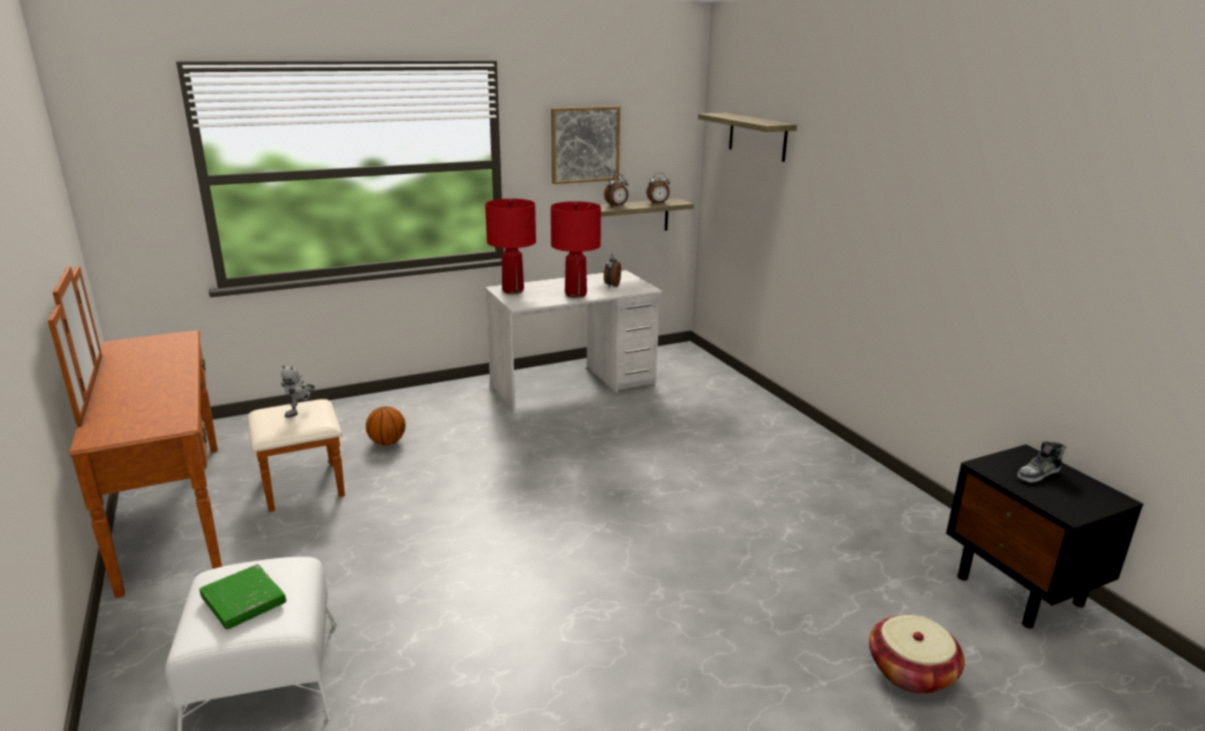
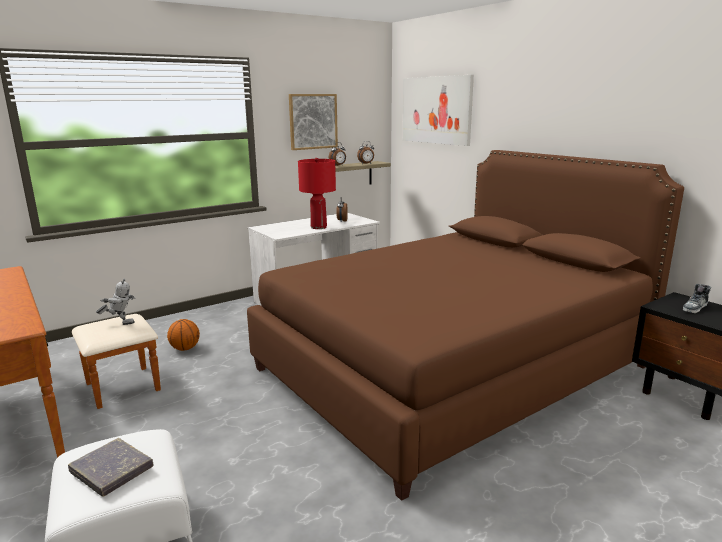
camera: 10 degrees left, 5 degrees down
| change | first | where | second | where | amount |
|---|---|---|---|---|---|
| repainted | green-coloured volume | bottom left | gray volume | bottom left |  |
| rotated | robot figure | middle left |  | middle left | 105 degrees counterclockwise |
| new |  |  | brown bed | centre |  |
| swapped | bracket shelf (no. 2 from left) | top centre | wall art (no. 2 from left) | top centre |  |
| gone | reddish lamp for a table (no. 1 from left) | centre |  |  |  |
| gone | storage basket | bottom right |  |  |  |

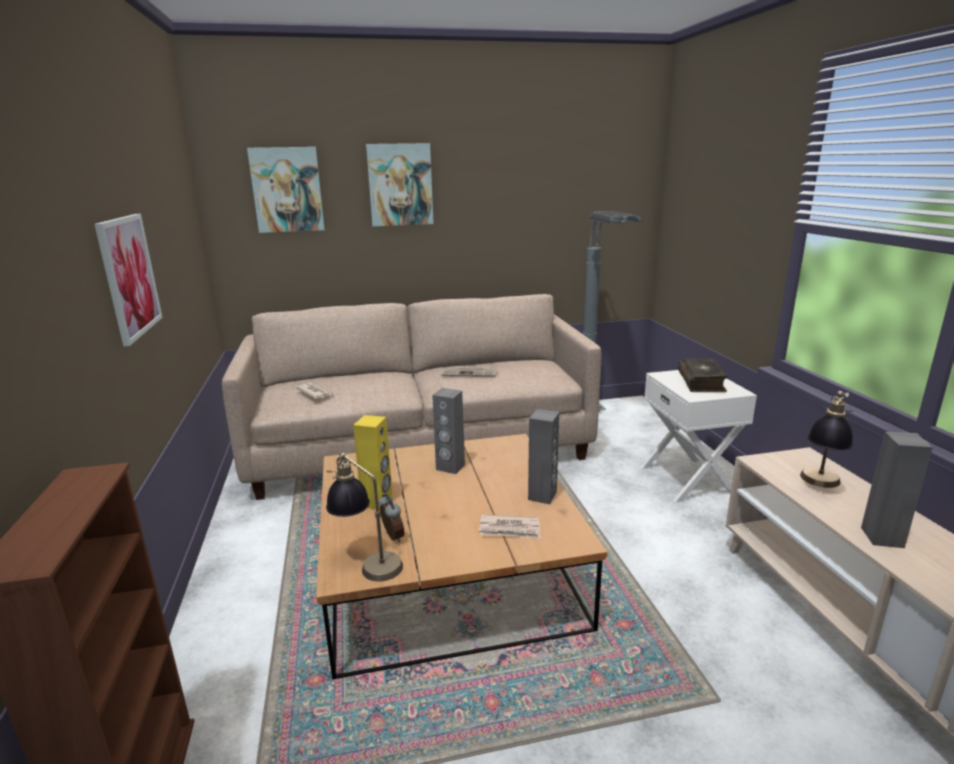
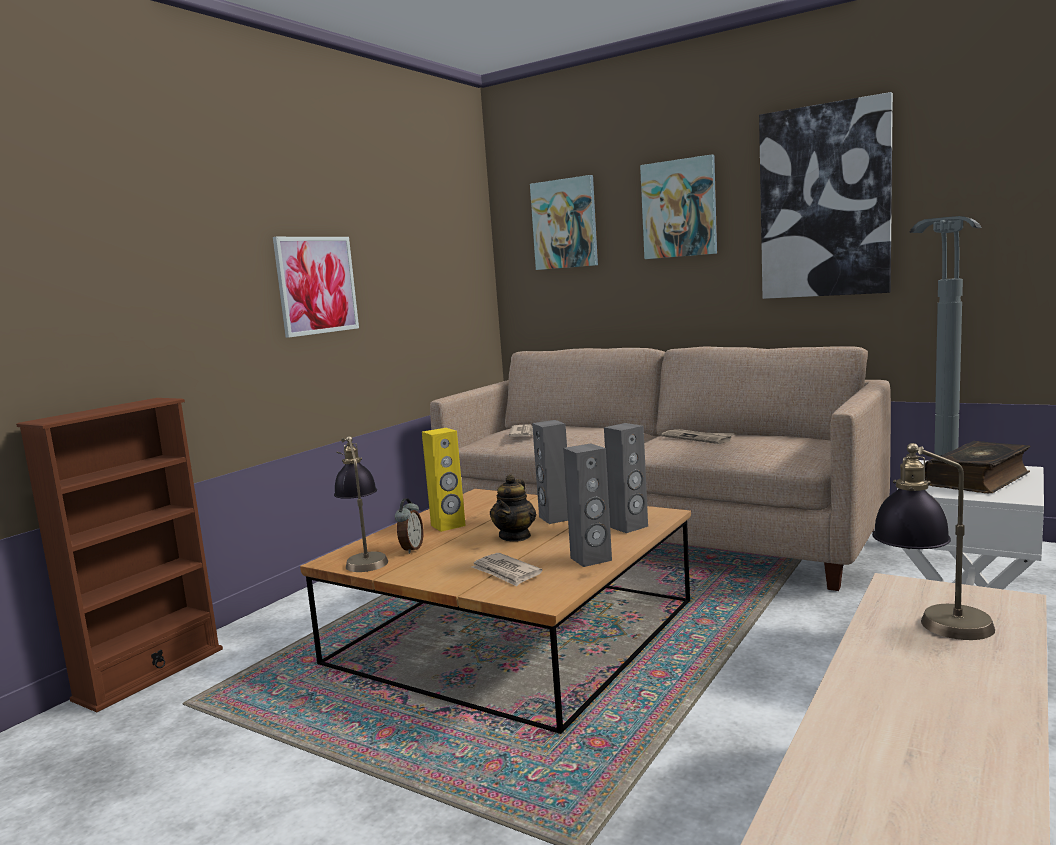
camera: 45 degrees right, 10 degrees down
| change | first | where | second | where | amount |
|---|---|---|---|---|---|
| new |  |  | teapot | centre |  |
| shifted | gray audio speaker (no. 3 from left) | middle right |  | centre |  |
| new |  |  | wall art (no. 4 from left) | top right |  |

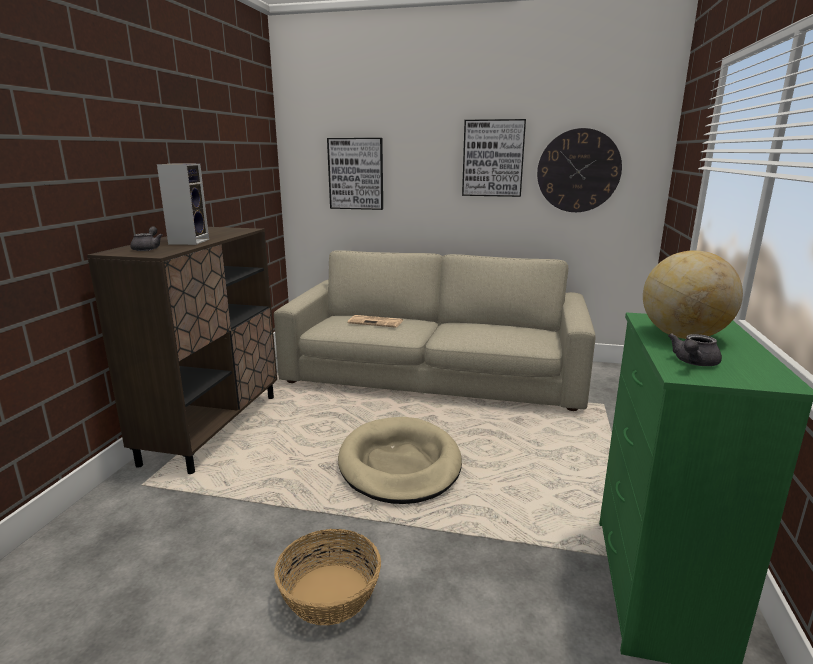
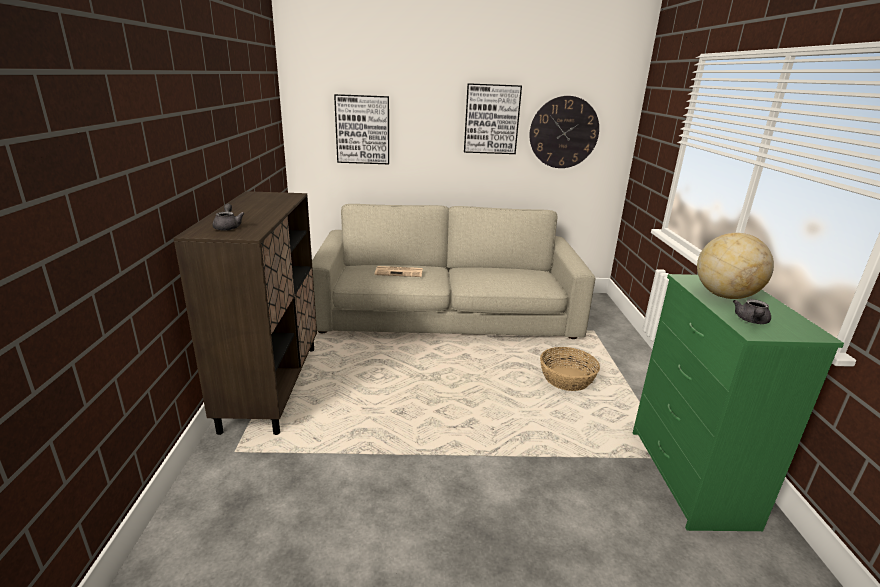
camera: 15 degrees left, 5 degrees up
| change | first | where | second | where | amount |
|---|---|---|---|---|---|
| shifted | storage basket | bottom centre |  | centre |  |
| gone | audio speaker | top left |  |  |  |
| gone | beige-coloured dog bed | bottom centre |  |  |  |

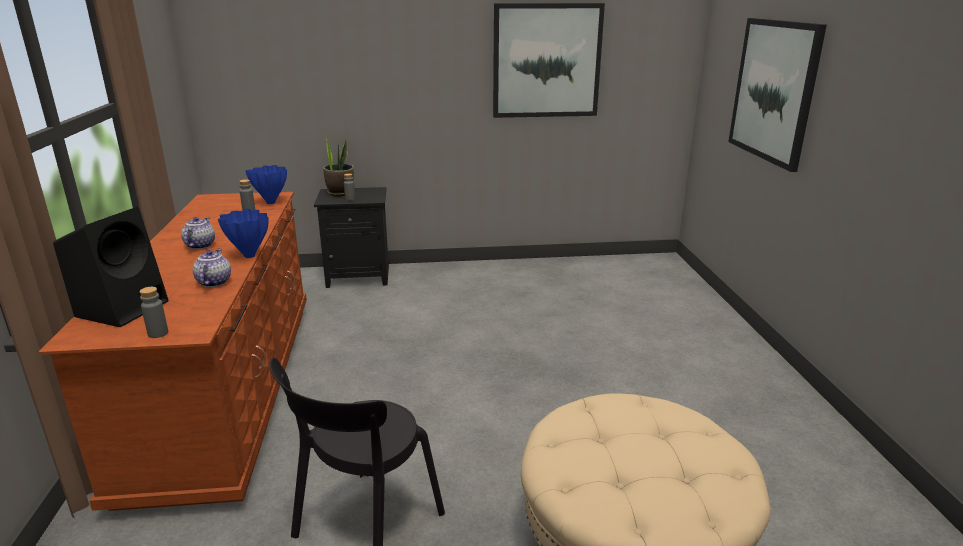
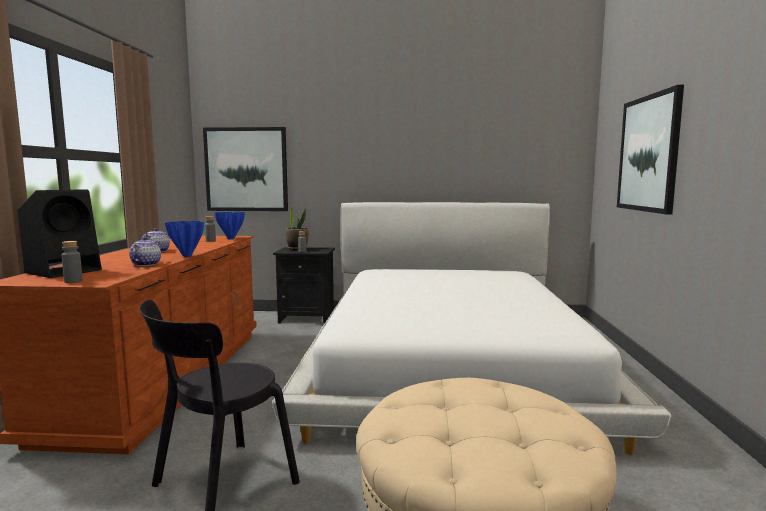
camera: 10 degrees right, 15 degrees down
| change | first | where | second | where | amount |
|---|---|---|---|---|---|
| shifted | wall art (no. 1 from left) | top centre |  | top left |  |
| new |  |  | white bed | centre |  |

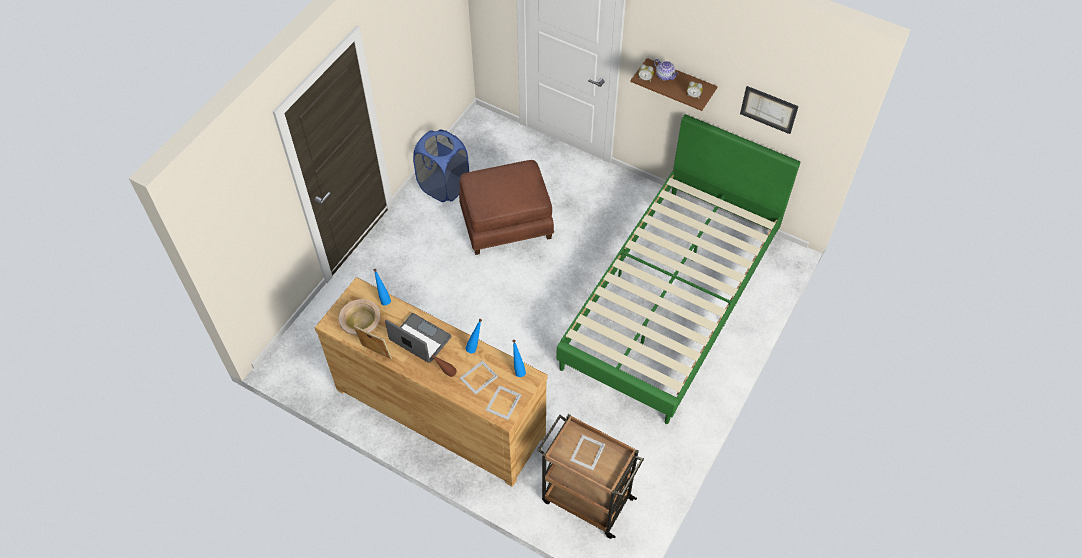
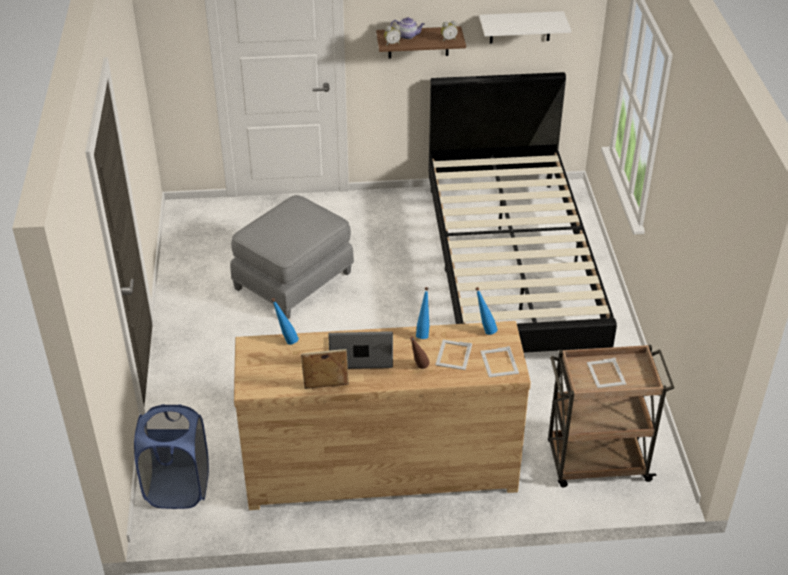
camera: 35 degrees left, 15 degrees down
| change | first | where | second | where | amount |
|---|---|---|---|---|---|
| shifted | bluish hamper | top centre |  | bottom left |  |
| repainted | brown pouffe | centre | gray pouffe | centre |  |
| repainted | green-coloured bed | centre | black bed | centre |  |
| swapped | wall art | top right | white bracket shelf | top centre |  |
| gone | beige-coloured bowl | middle left |  |  |  |

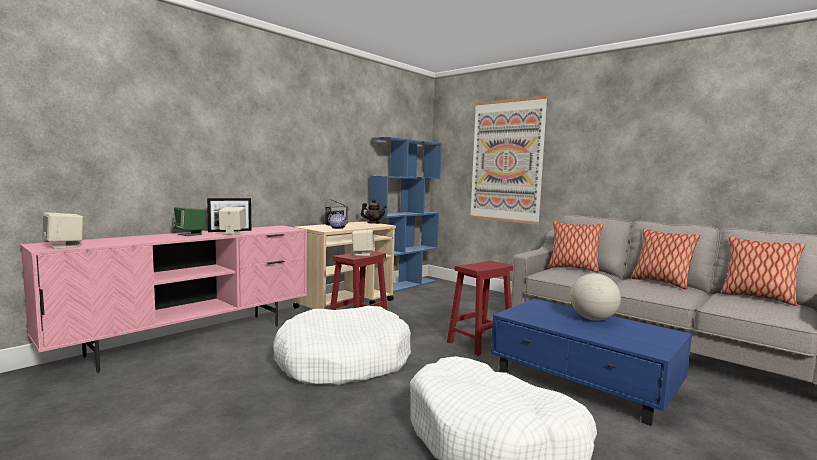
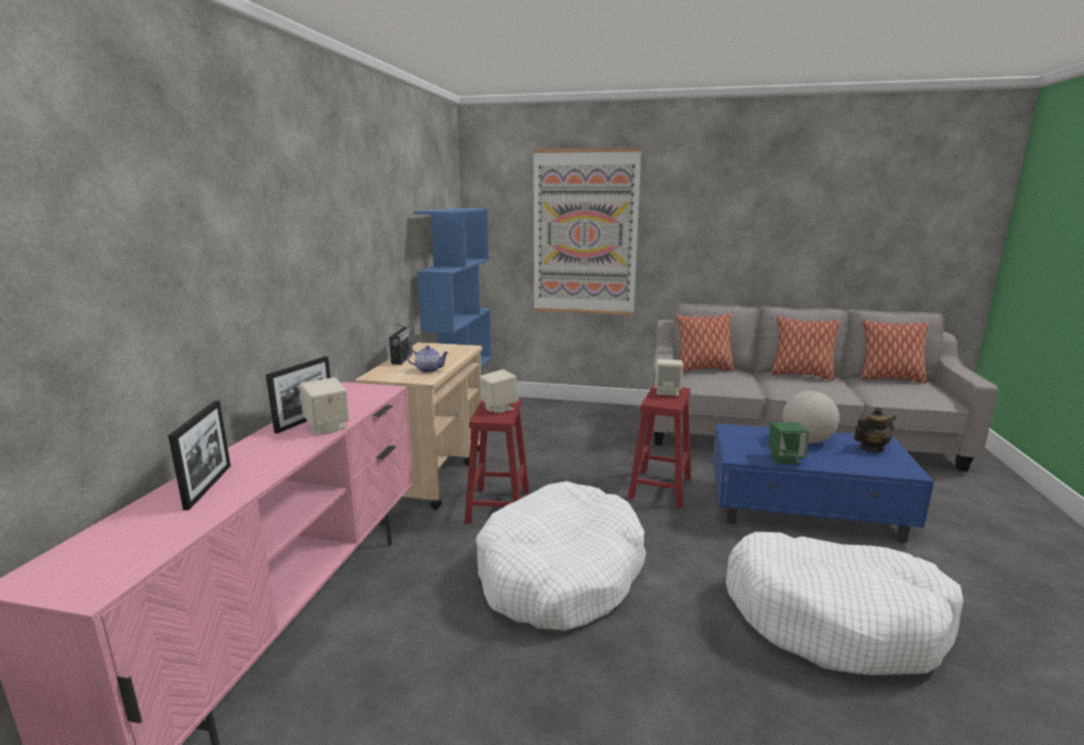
camera: 30 degrees left, 10 degrees up
| change | first | where | second | where | amount |
|---|---|---|---|---|---|
| new |  |  | picture frame (no. 1 from left) | middle left |  |
| shifted | beige-coloured audio speaker (no. 1 from left in the first image) | middle left | beige-coloured audio speaker (no. 3 from left) | centre |  |
| shifted | green-coloured audio speaker | middle left |  | middle right |  |
| shifted | teapot (no. 2 from left) | centre |  | middle right |  |

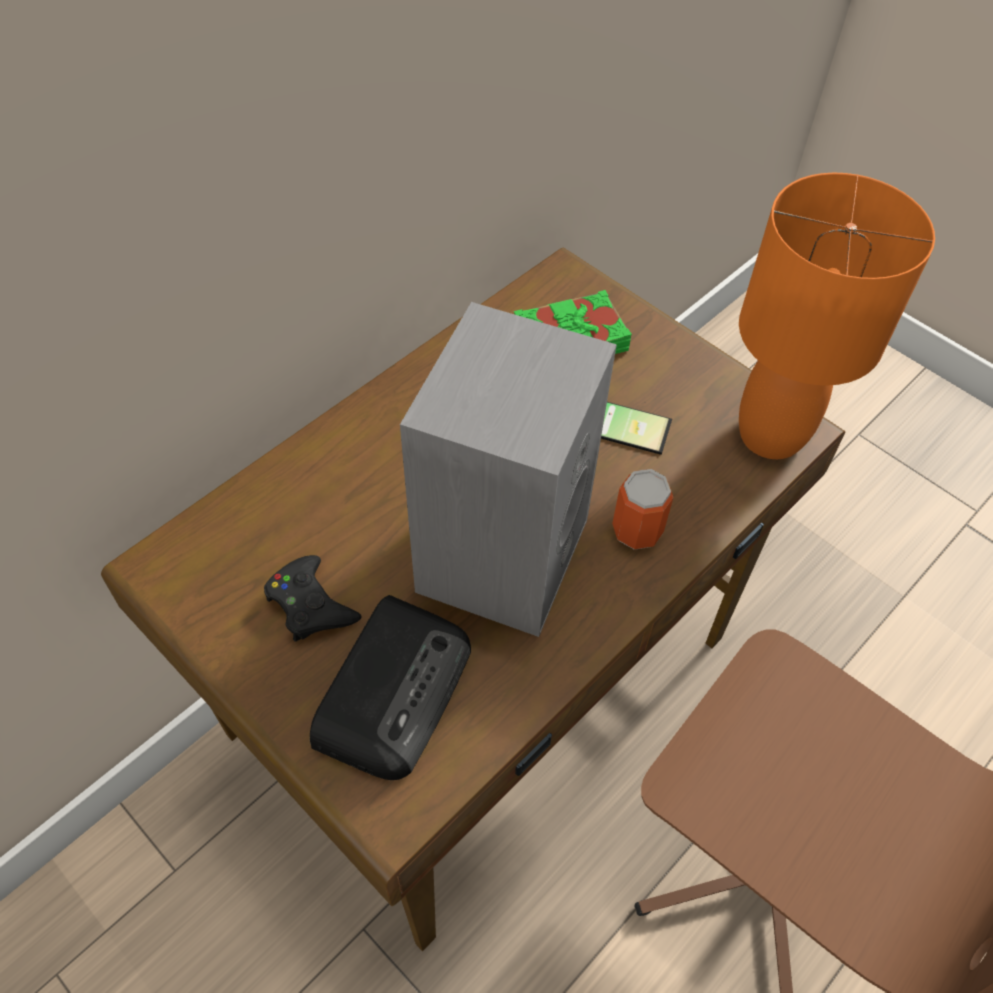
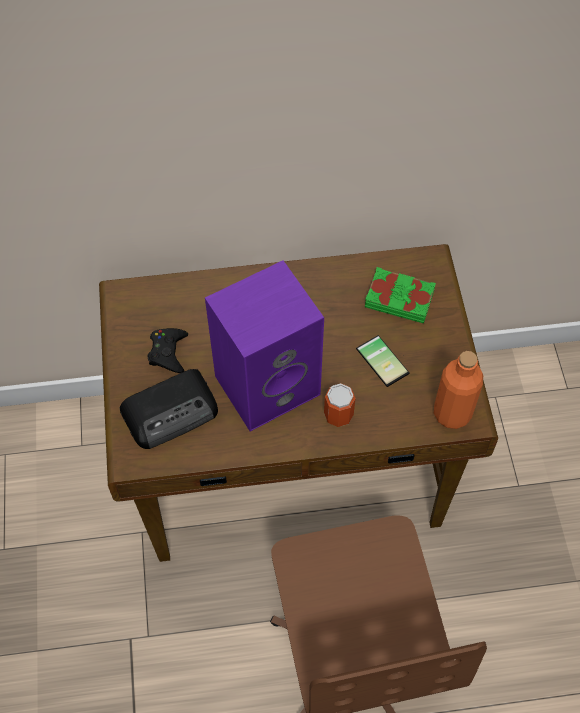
camera: 40 degrees right, 5 degrees up
| change | first | where | second | where | amount |
|---|---|---|---|---|---|
| repainted | gray audio speaker | centre | purple audio speaker | centre |  |
| swapped | orange lamp for a table | top right | orange drink bottle | middle right |  |

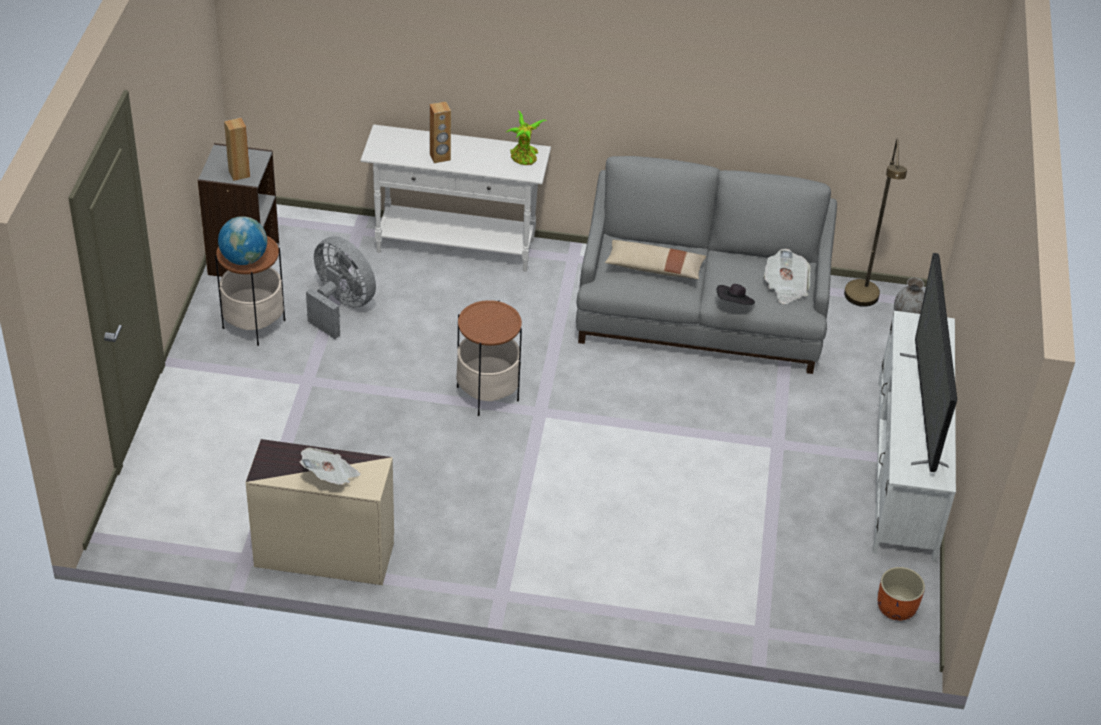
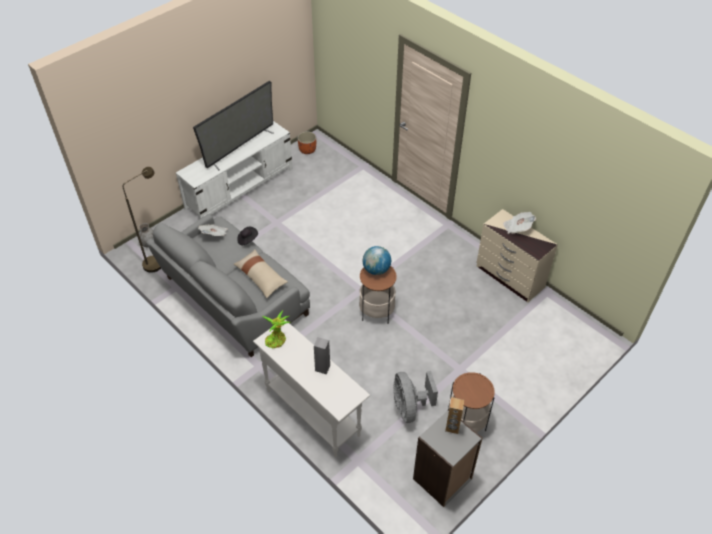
camera: 140 degrees left, 5 degrees up
| change | first | where | second | where | amount |
|---|---|---|---|---|---|
| repainted | brown audio speaker (no. 2 from left) | top centre | gray audio speaker | centre |  |
| shifted | world globe | top left |  | centre |  |

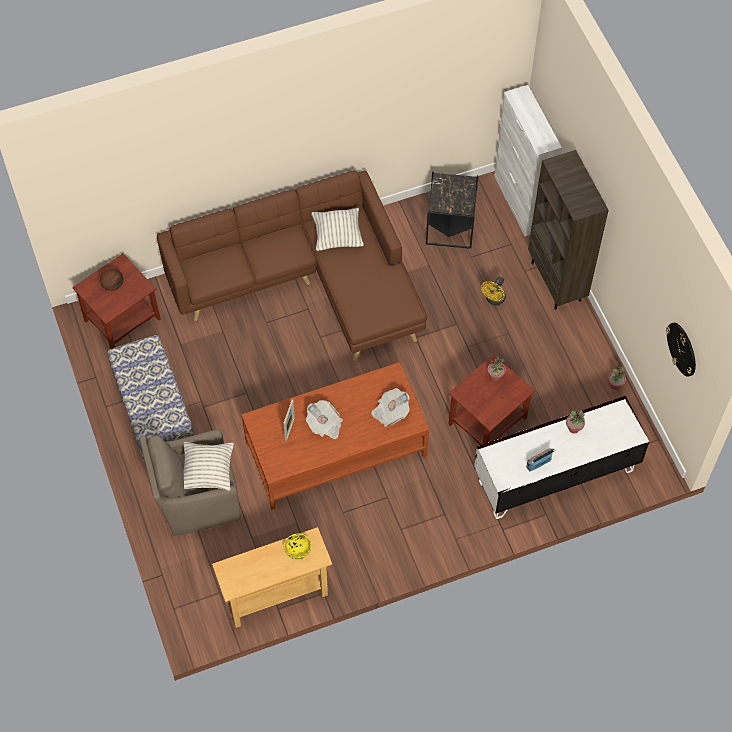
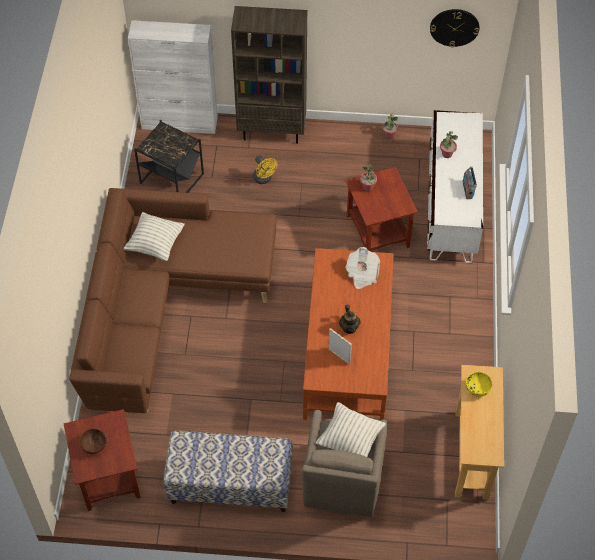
camera: 65 degrees left, 5 degrees down
| change | first | where | second | where | amount |
|---|---|---|---|---|---|
| swapped | printed paper (no. 1 from left) | centre | teapot | centre |  |

